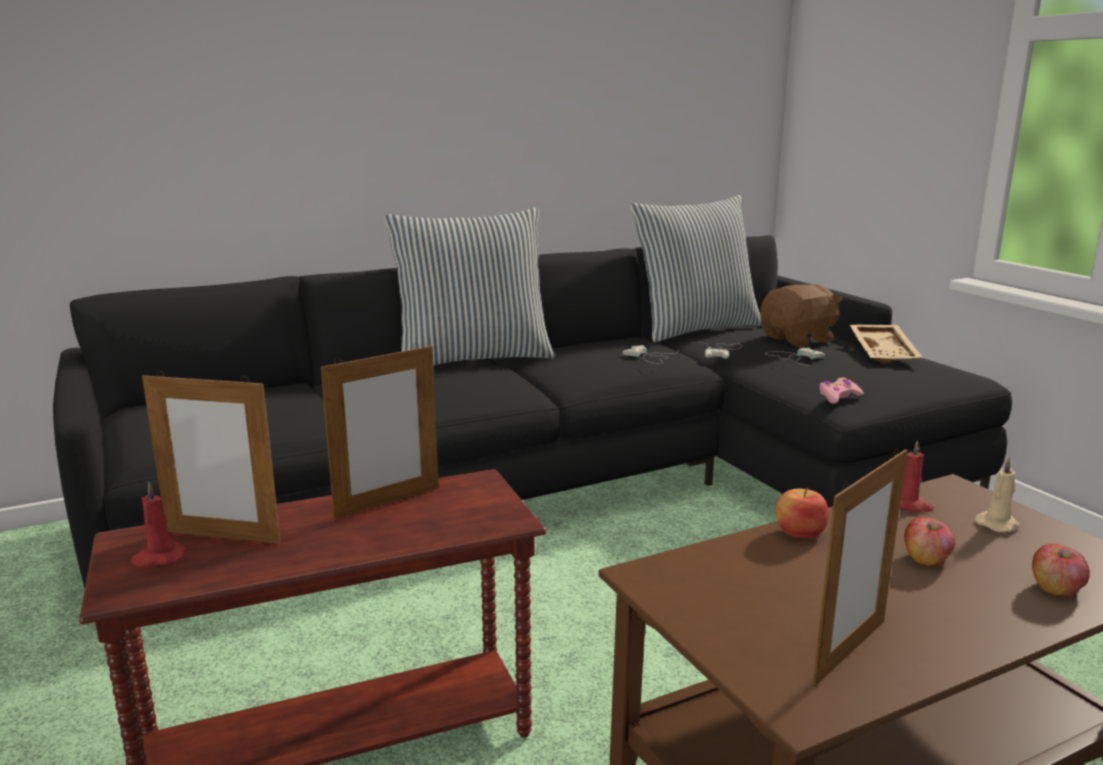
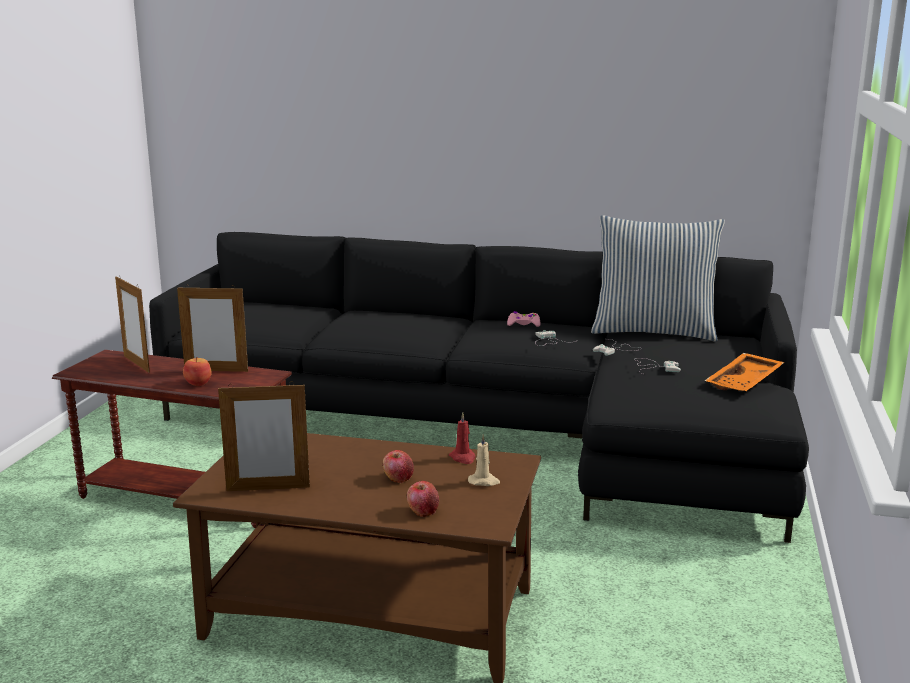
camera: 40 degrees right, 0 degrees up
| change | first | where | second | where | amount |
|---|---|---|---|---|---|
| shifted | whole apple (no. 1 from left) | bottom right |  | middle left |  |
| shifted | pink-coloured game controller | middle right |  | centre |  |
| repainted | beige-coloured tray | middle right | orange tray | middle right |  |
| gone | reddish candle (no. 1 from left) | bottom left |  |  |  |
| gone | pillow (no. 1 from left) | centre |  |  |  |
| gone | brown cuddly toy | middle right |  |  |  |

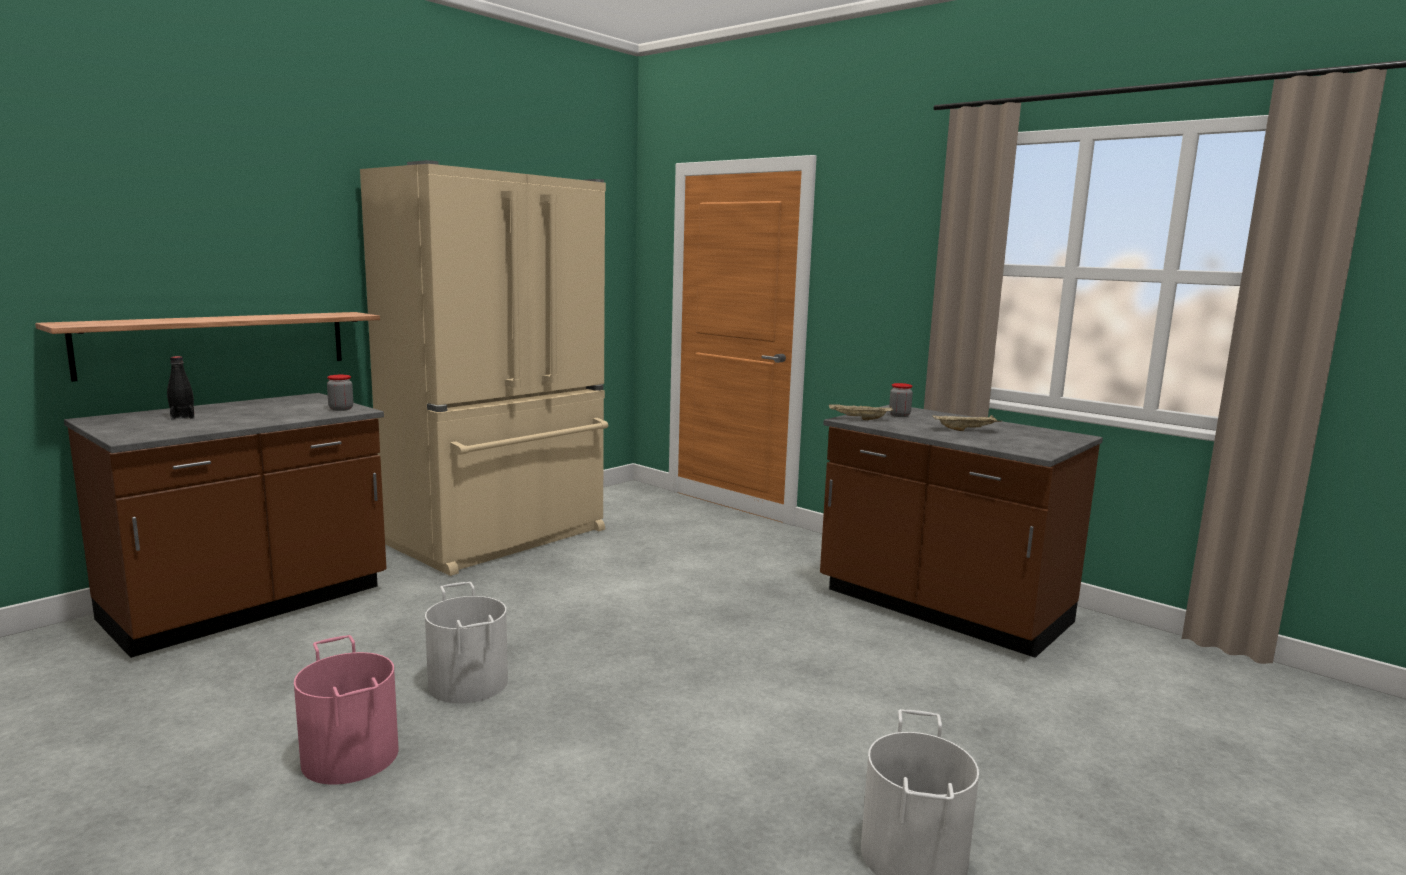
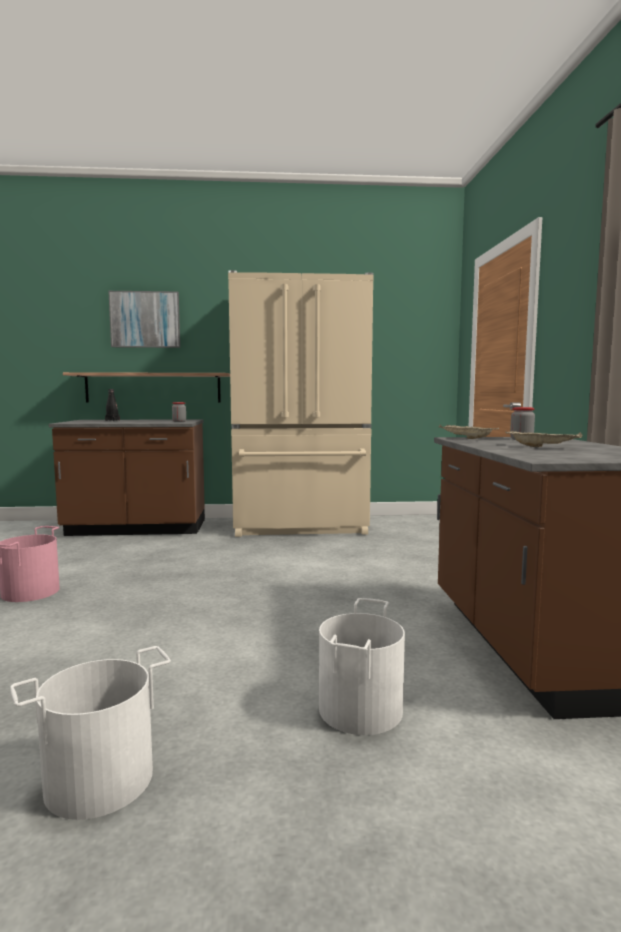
camera: 45 degrees right, 5 degrees down
| change | first | where | second | where | amount |
|---|---|---|---|---|---|
| new |  |  | wall art | middle left |  |
| shifted | white pail (no. 1 from left in the first image) | bottom left | white pail (no. 2 from left) | bottom centre |  |

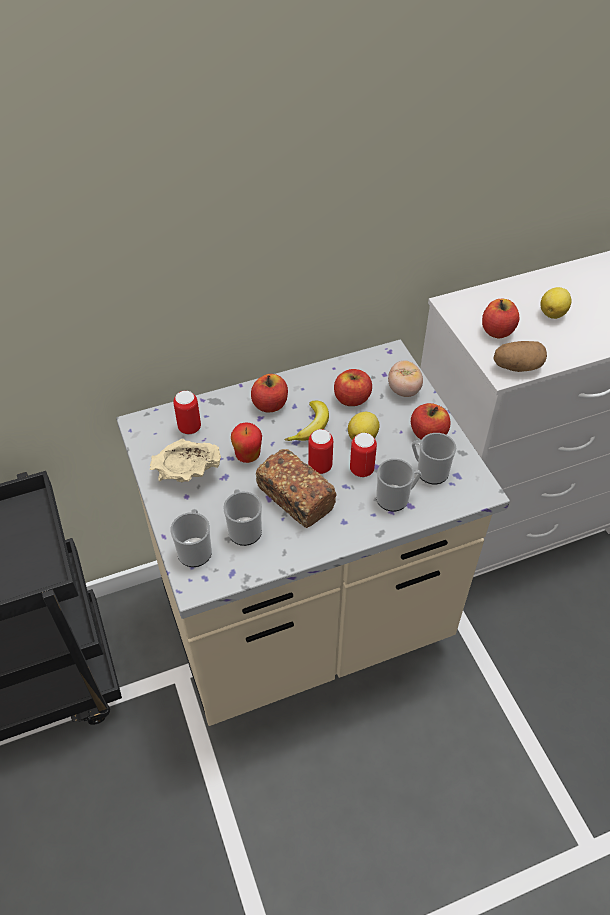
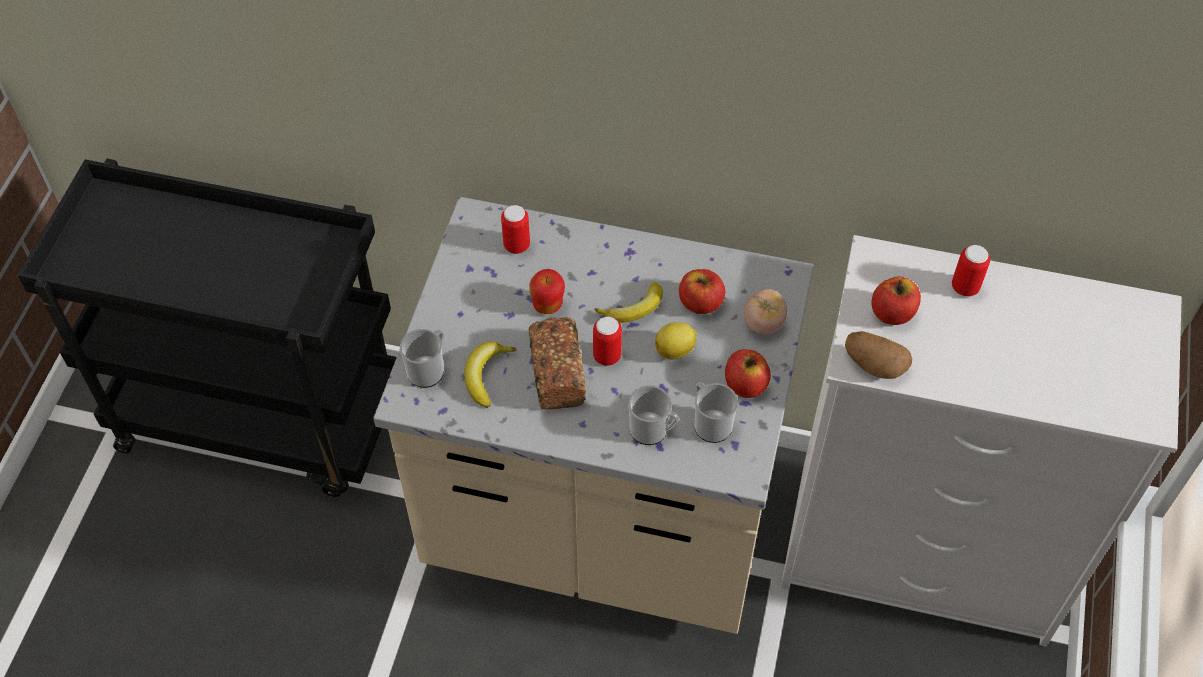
camera: 35 degrees right, 5 degrees up
| change | first | where | second | where | amount |
|---|---|---|---|---|---|
| swapped | mug (no. 2 from left) | centre | whole banana (no. 1 from left) | centre |  |
| shifted | can (no. 3 from left) | centre |  | middle right |  |
| gone | beige-coloured bowl | middle left |  |  |  |
| gone | whole apple (no. 2 from left) | centre |  |  |  |
| gone | lemon (no. 2 from left) | top right |  |  |  |

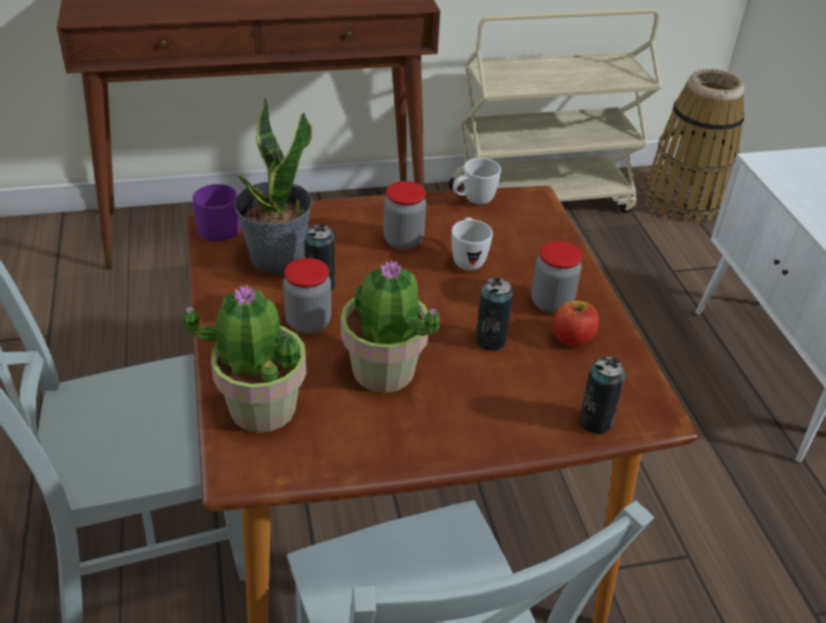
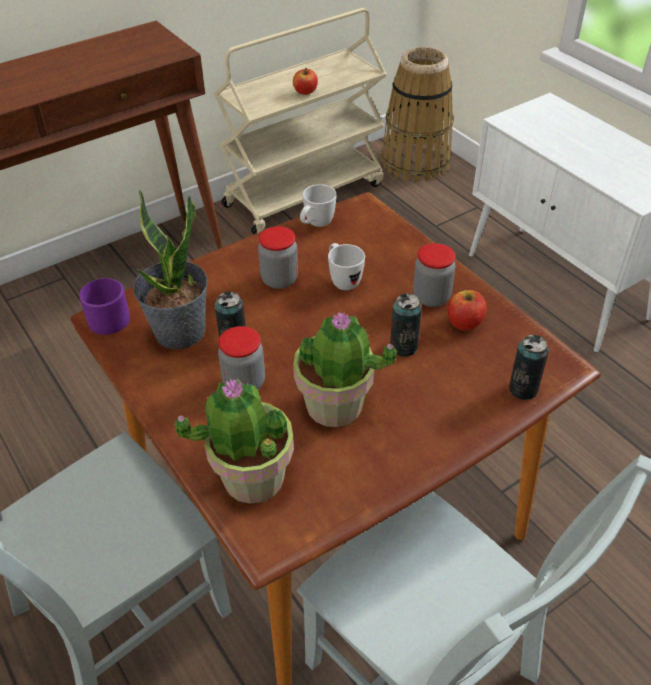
camera: 20 degrees left, 5 degrees up
| change | first | where | second | where | amount |
|---|---|---|---|---|---|
| new |  |  | whole apple (no. 1 from left) | top centre |  |

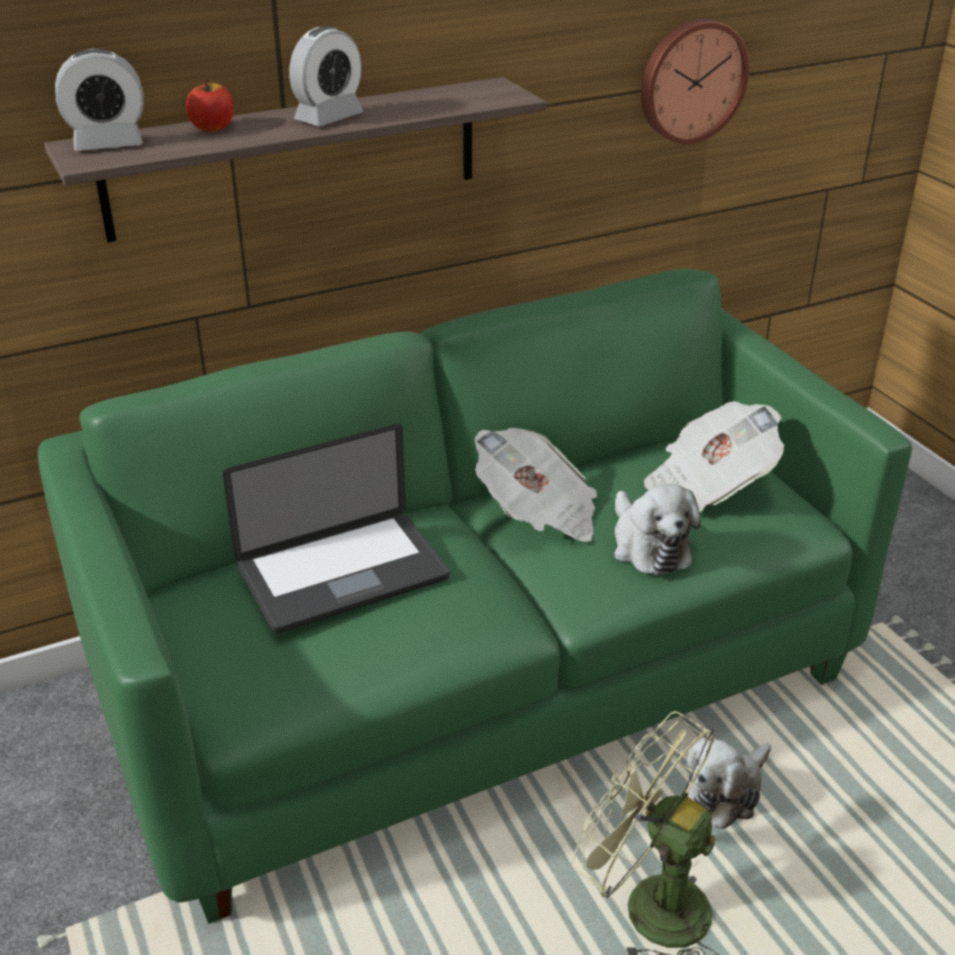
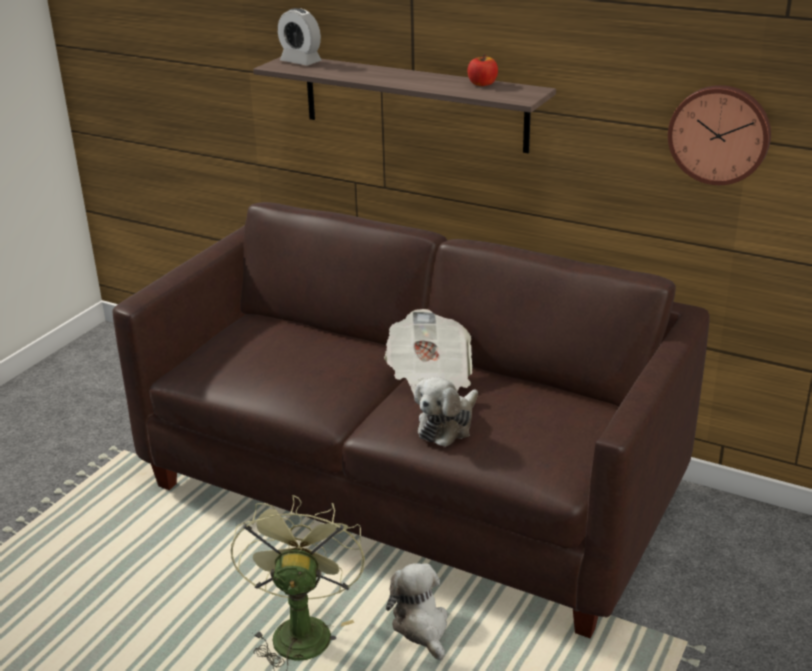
camera: 55 degrees right, 5 degrees down
| change | first | where | second | where | amount |
|---|---|---|---|---|---|
| repainted | green-coloured settee | centre | brown settee | centre |  |
| rotated | cuddly toy (no. 2 from left in the first image) | bottom right | cuddly toy (no. 1 from left) | bottom centre | 60 degrees clockwise |
| shifted | whole apple | top left |  | top centre |  |
| gone | notebook computer | centre |  |  |  |
| gone | alarm clock (no. 2 from left) | top centre |  |  |  |
| gone | printed paper (no. 2 from left) | middle right |  |  |  |

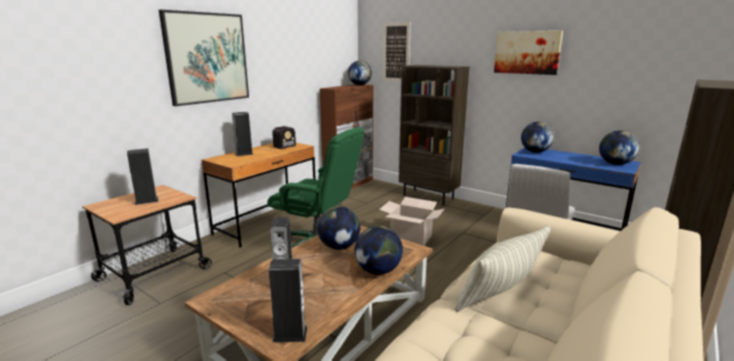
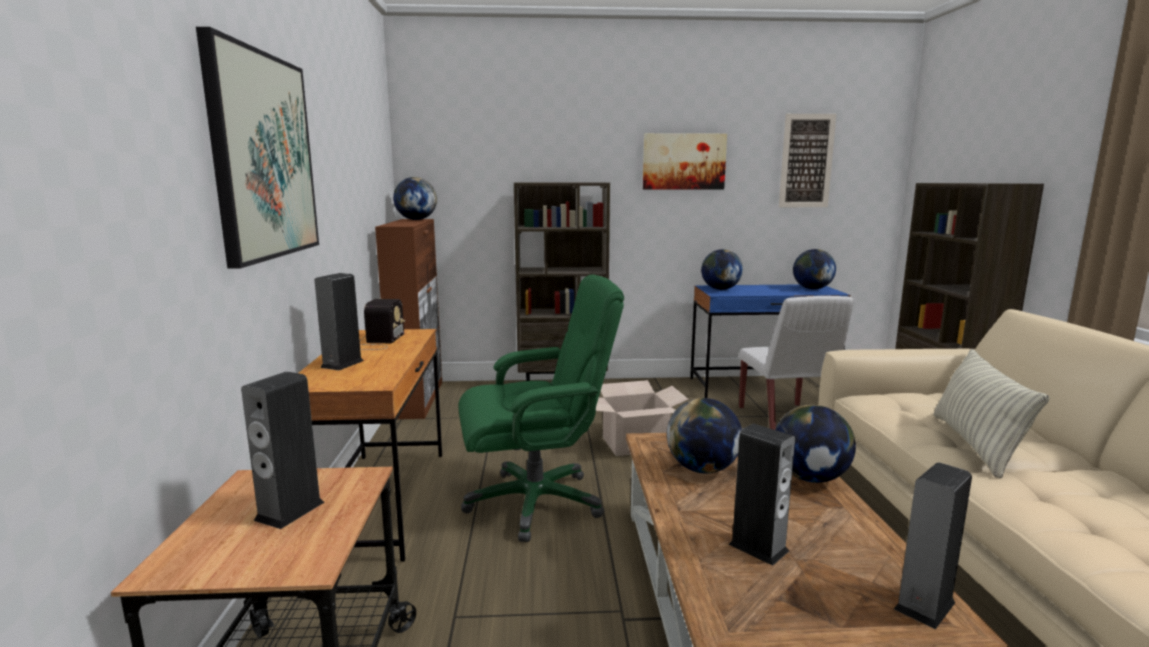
camera: 40 degrees left, 5 degrees down
| change | first | where | second | where | amount |
|---|---|---|---|---|---|
| shifted | wall art (no. 2 from left in the first image) | top centre | wall art (no. 3 from left) | top right |  |

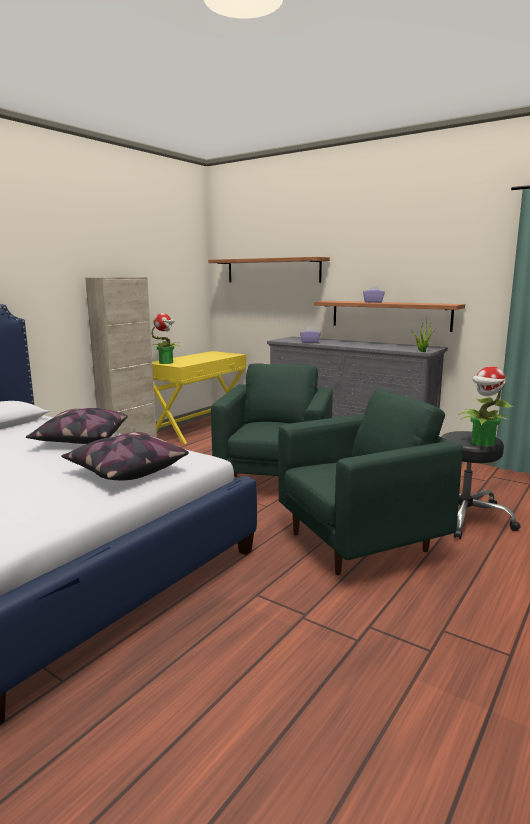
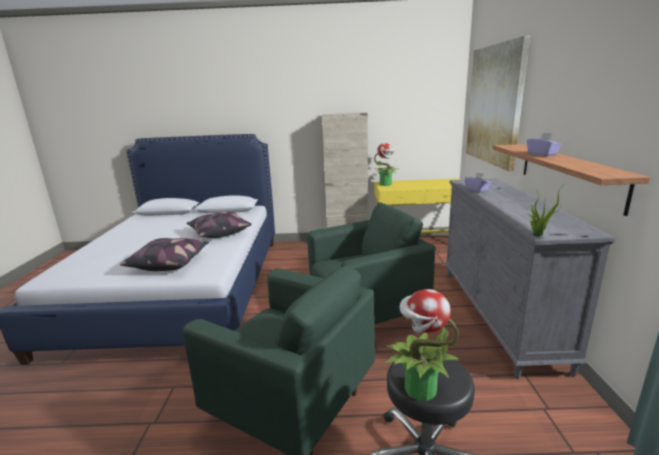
camera: 55 degrees right, 5 degrees up
| change | first | where | second | where | amount |
|---|---|---|---|---|---|
| swapped | bracket shelf (no. 1 from left) | top centre | wall art | top right |  |

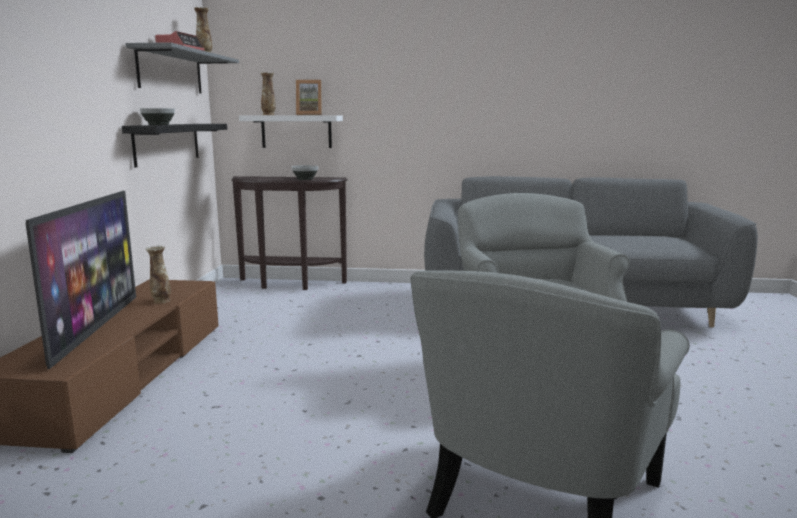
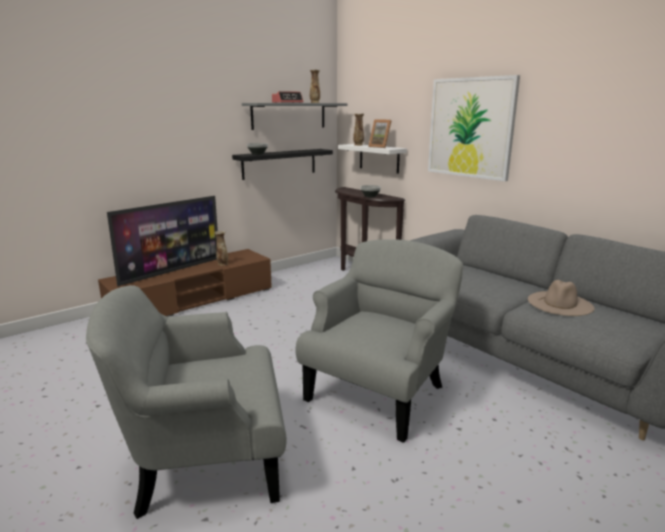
camera: 45 degrees right, 5 degrees up
| change | first | where | second | where | amount |
|---|---|---|---|---|---|
| new |  |  | wall art | top right |  |
| new |  |  | beige-coloured hat | middle right |  |

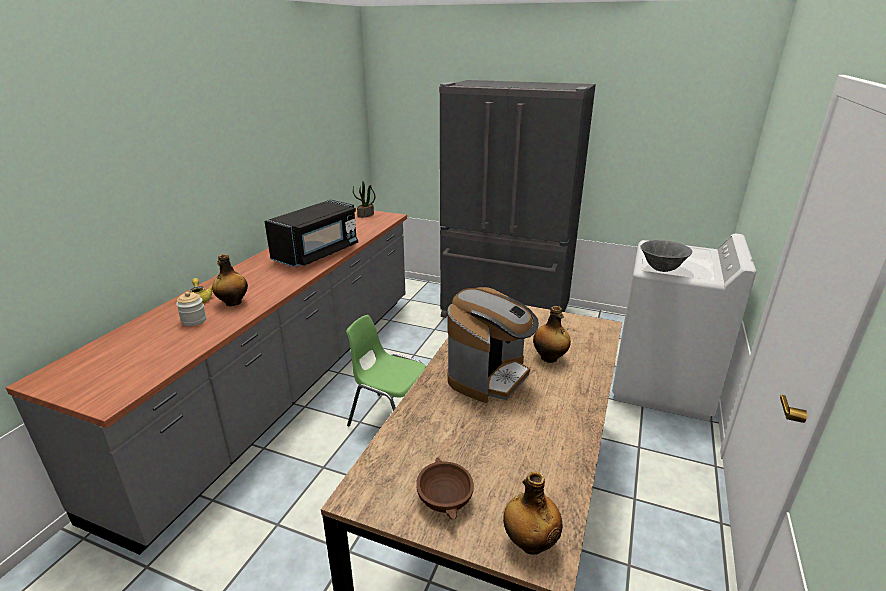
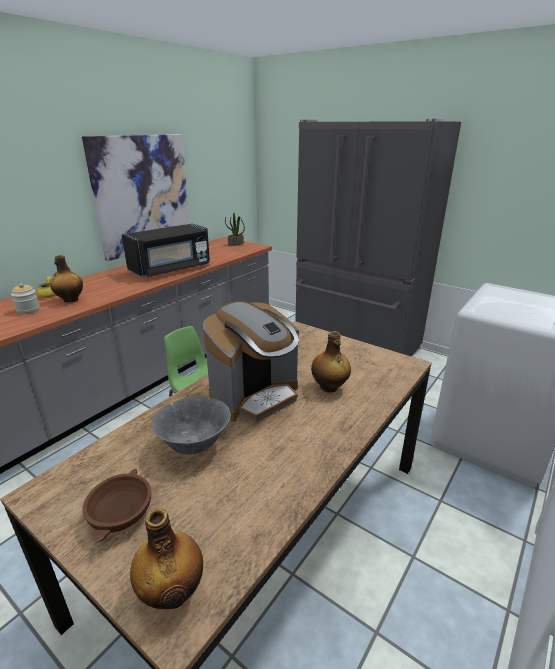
camera: 15 degrees right, 0 degrees up
| change | first | where | second | where | amount |
|---|---|---|---|---|---|
| new |  |  | wall art | top left |  |
| shifted | gray bowl | middle right |  | centre |  |

